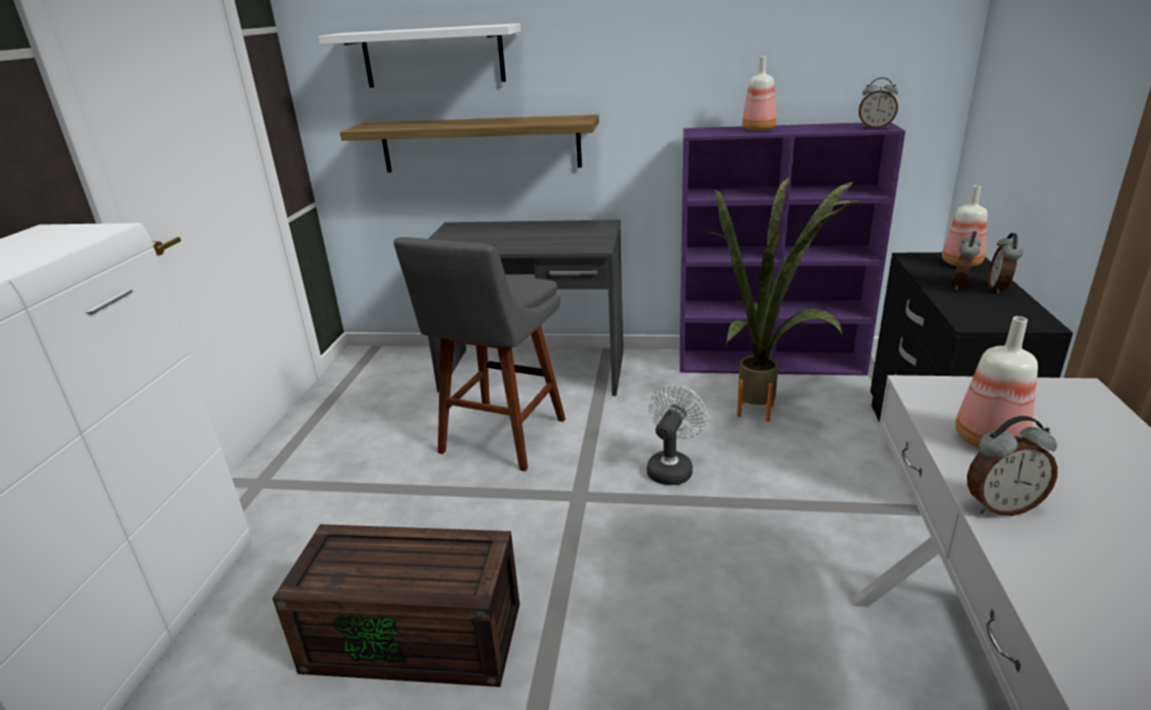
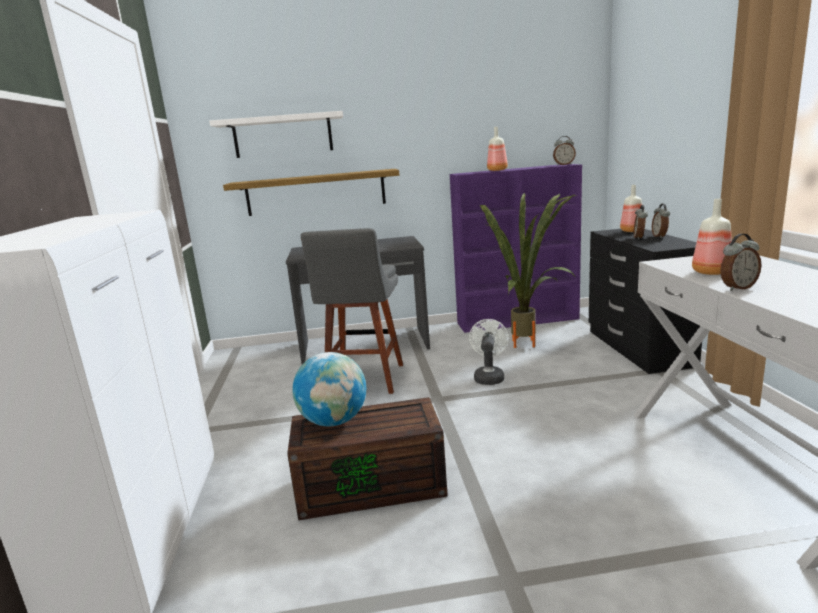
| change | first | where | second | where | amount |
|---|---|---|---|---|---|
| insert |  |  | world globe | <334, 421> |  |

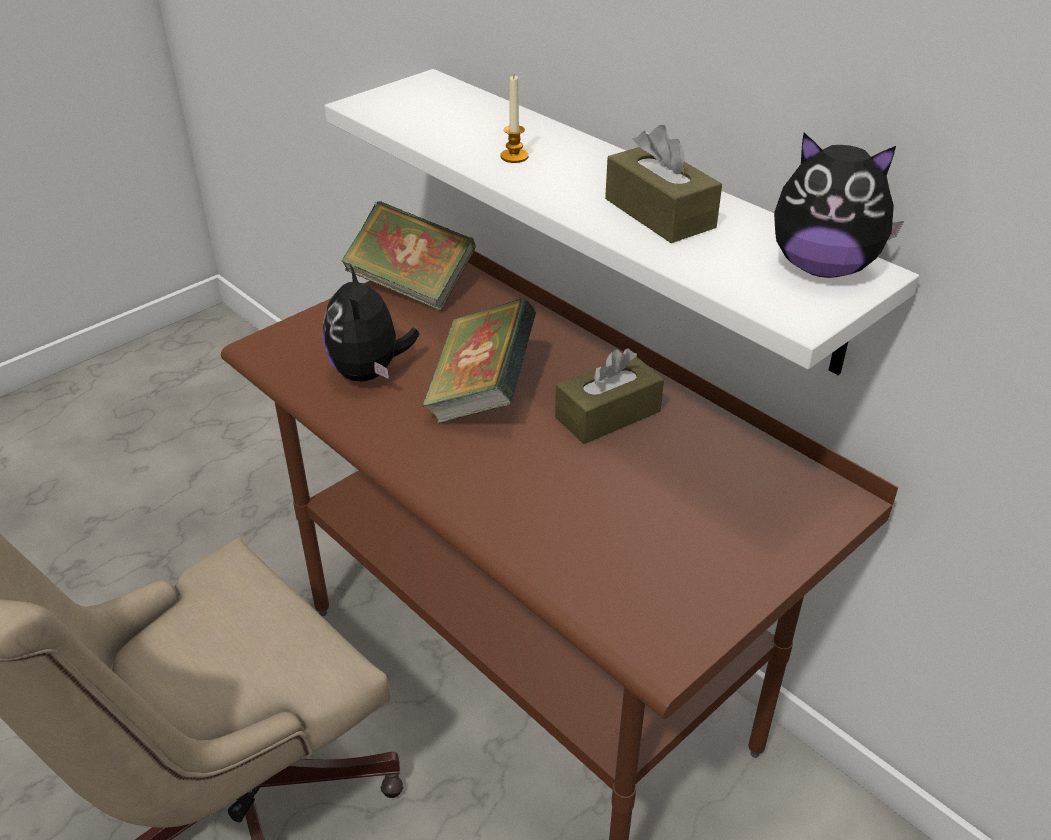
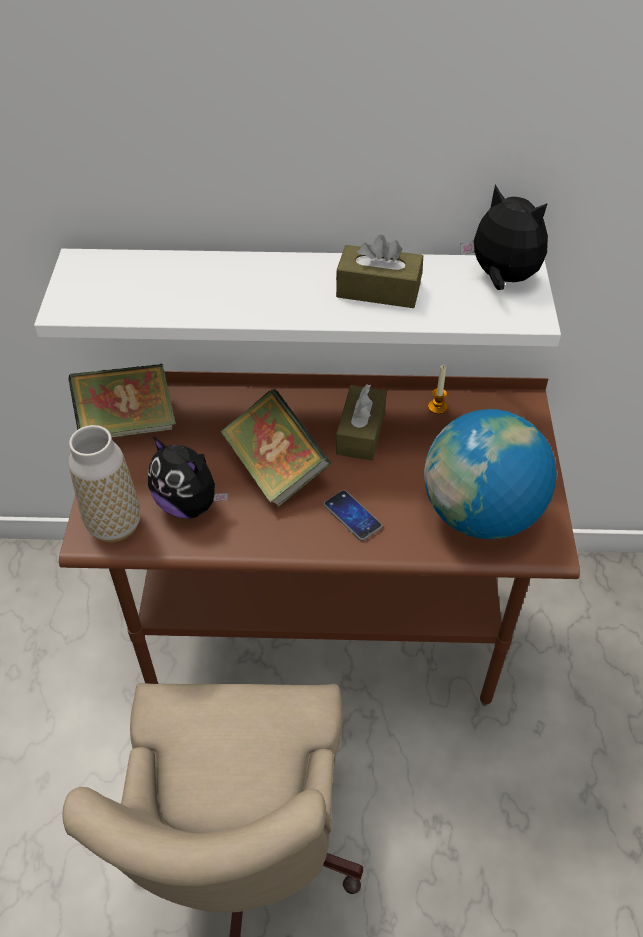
| change | first | where | second | where | amount |
|---|---|---|---|---|---|
| move | wax light | <514, 156> |  | <437, 407> |  |
| rotate | plush toy | <823, 268> |  | <501, 279> | 120 degrees counterclockwise |
| insert |  |  | vase | <114, 525> |  |
| insert |  |  | phone | <352, 516> |  |
| insert |  |  | world globe | <480, 514> |  |

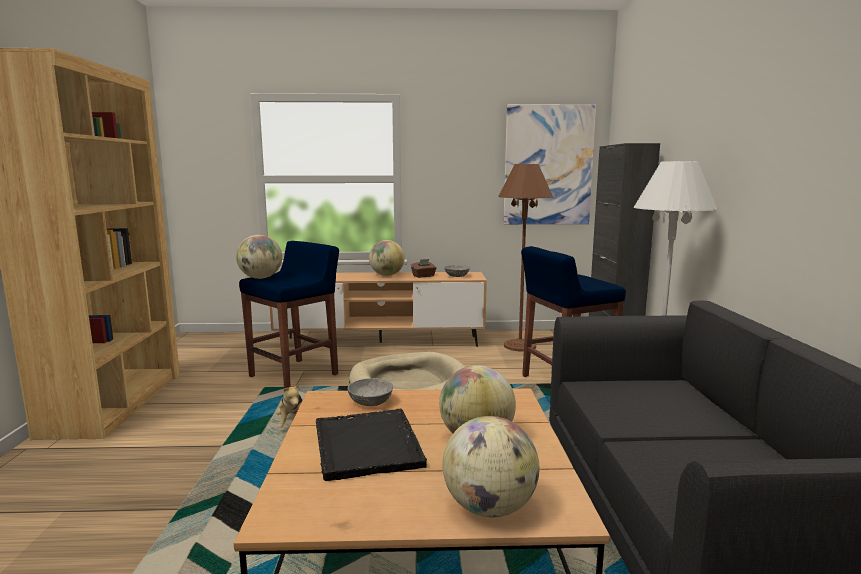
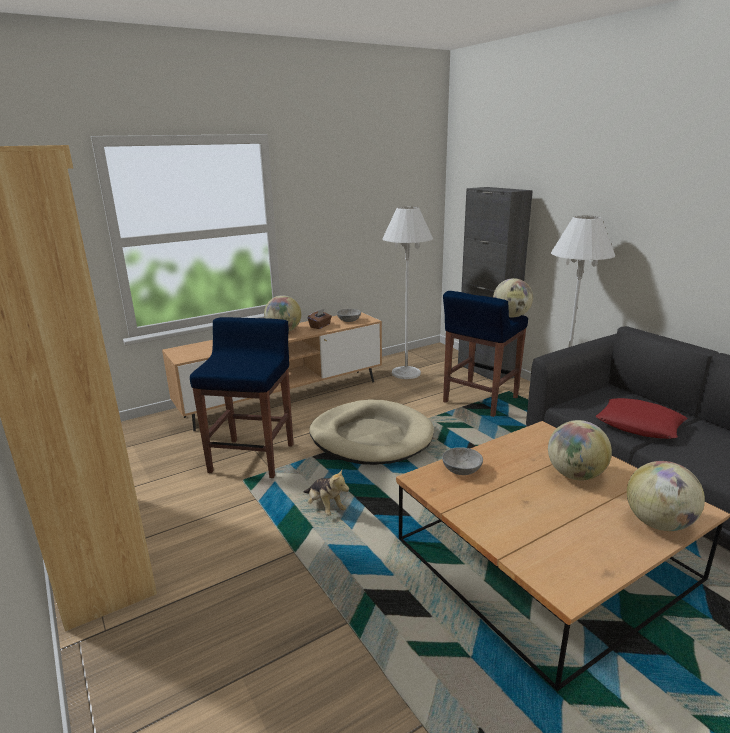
| change | first | where | second | where | amount |
|---|---|---|---|---|---|
| move | world globe | <260, 278> |  | <511, 316> |  |
| delete | tray (blackish) | <367, 445> |  |  |  |
| recolor | floor lamp (brownish) | <519, 346> | floor lamp (whitish) | <406, 373> |  |
| delete | wall picture | <548, 165> |  |  |  |
| insert |  |  | cushion (reddish) | <639, 425> |  |

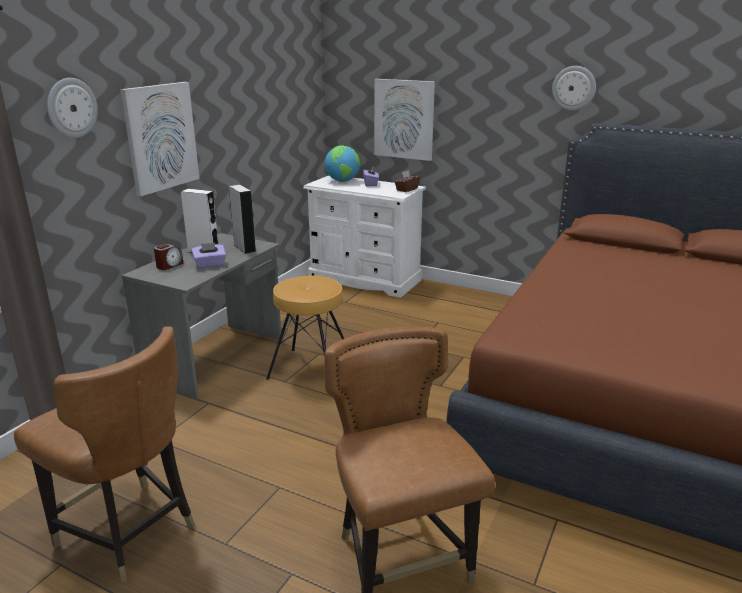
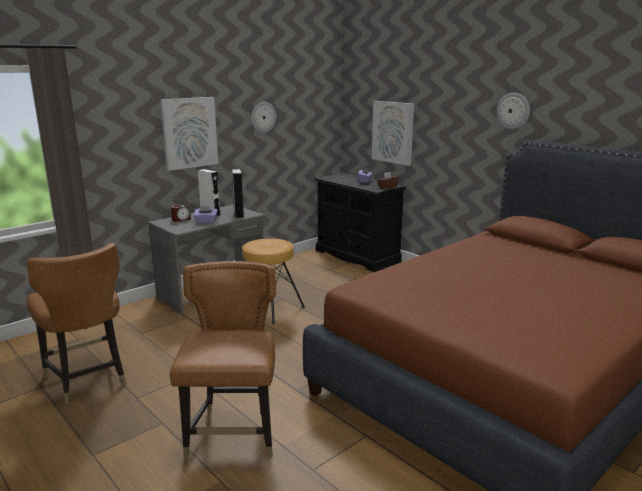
| change | first | where | second | where | amount |
|---|---|---|---|---|---|
| move | wall clock | <71, 108> |  | <263, 117> |  |
| recolor | dresser (whitish) | <365, 279> | dresser (blackish) | <357, 256> |  |
| delete | world globe | <342, 181> |  |  |  |

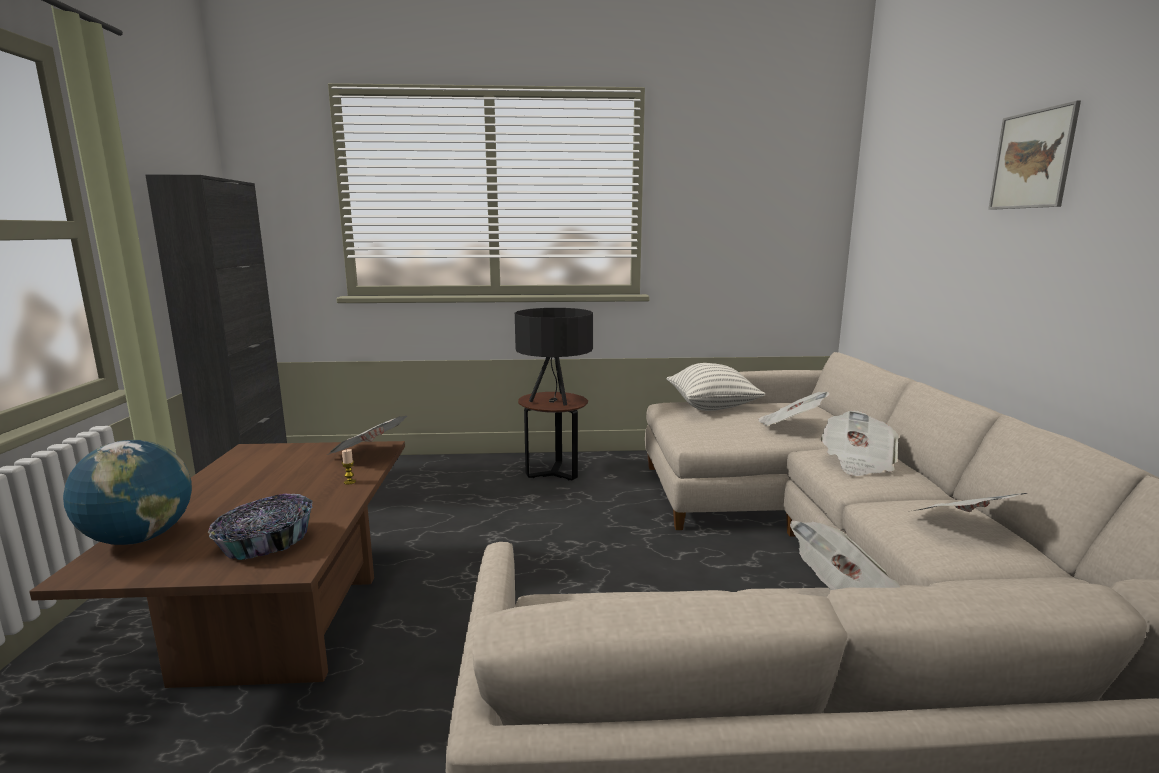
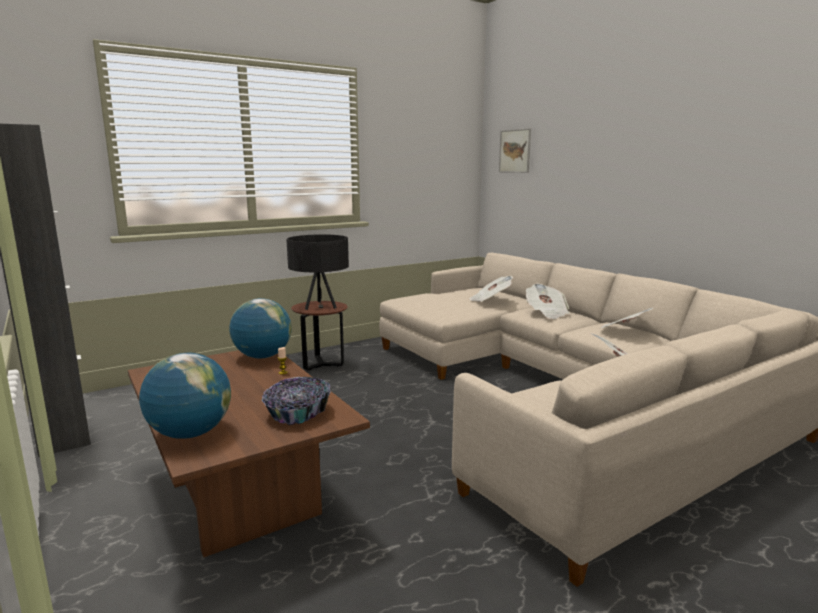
| change | first | where | second | where | amount |
|---|---|---|---|---|---|
| replace | newspaper | <369, 455> | world globe | <262, 356> |  |
| delete | cushion | <712, 407> |  |  |  |
| move | wall picture | <1032, 160> |  | <515, 151> |  |

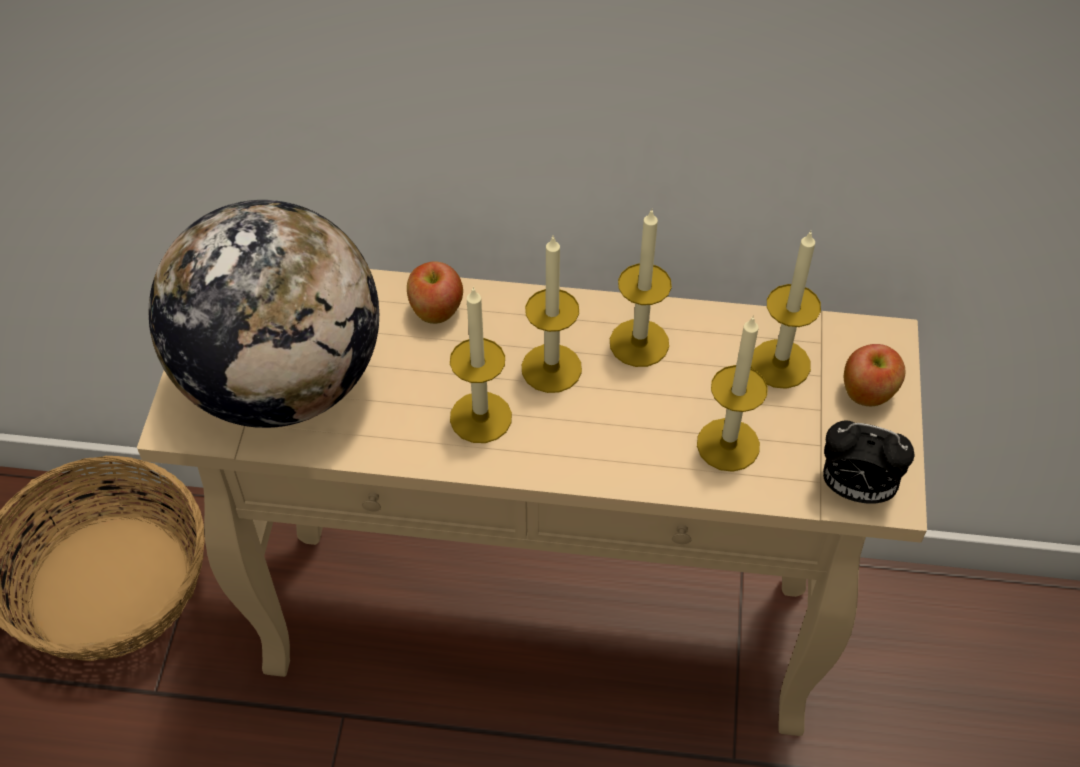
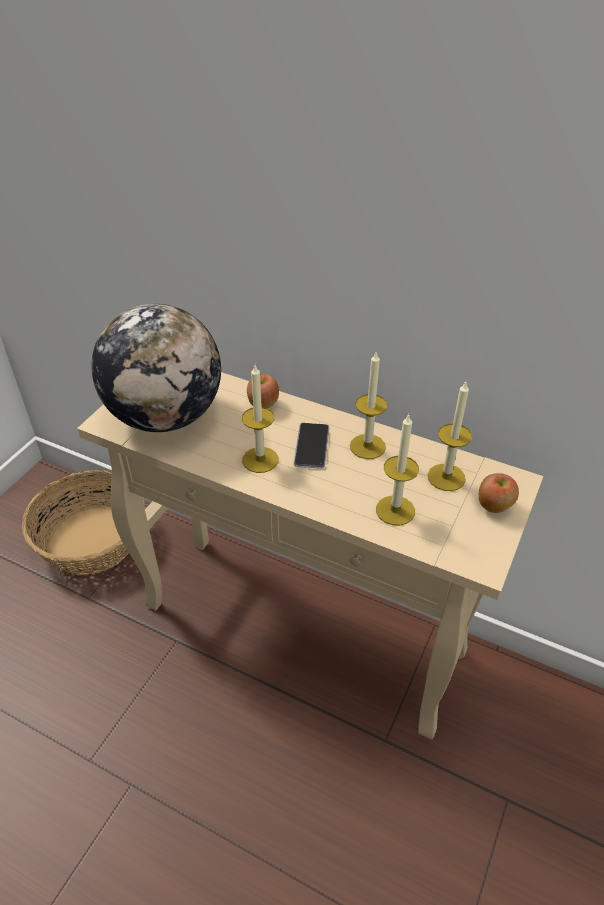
| change | first | where | second | where | amount |
|---|---|---|---|---|---|
| replace | wax light | <551, 368> | phone | <311, 446> |  |
| delete | alarm clock | <854, 489> |  |  |  |

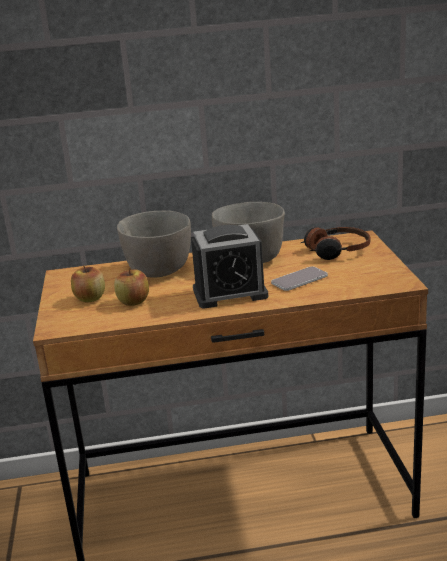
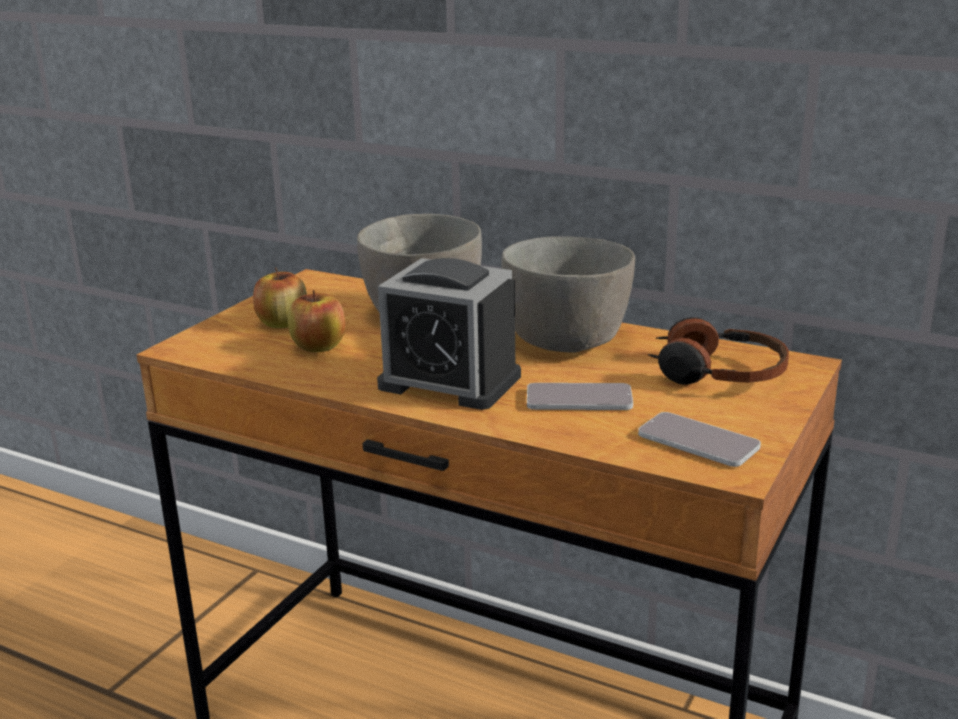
| change | first | where | second | where | amount |
|---|---|---|---|---|---|
| insert |  |  | phone | <698, 441> |  |

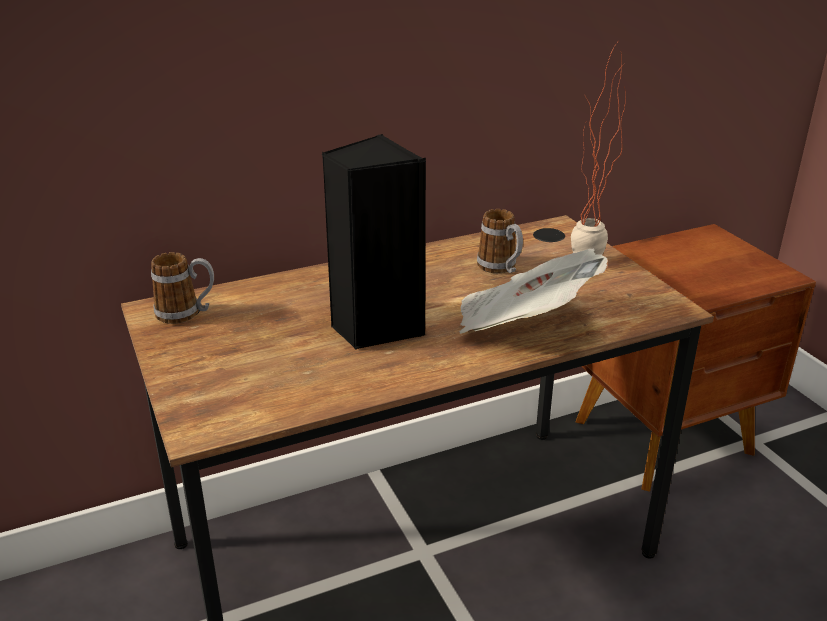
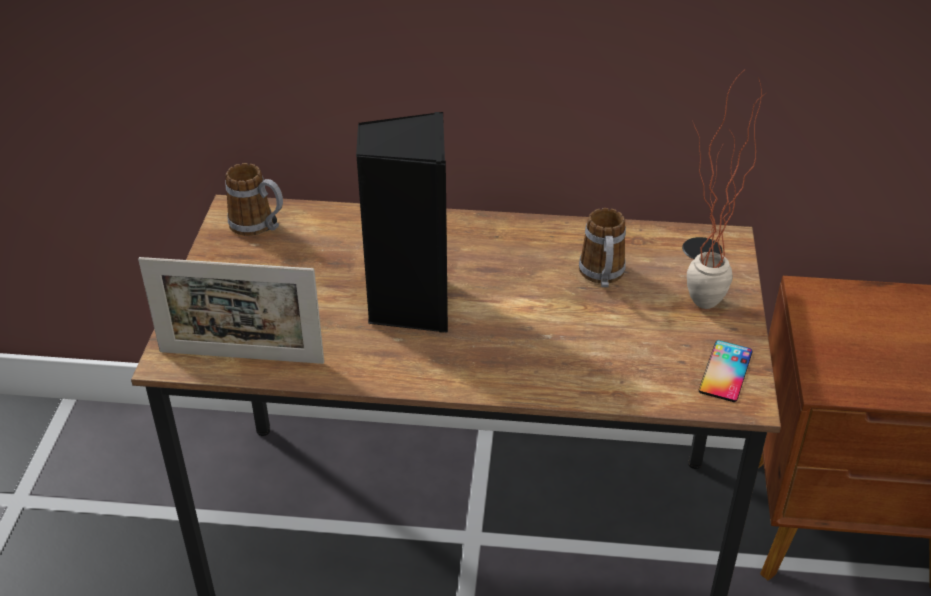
| change | first | where | second | where | amount |
|---|---|---|---|---|---|
| delete | newspaper | <522, 324> |  |  |  |
| insert |  |  | picture frame | <241, 357> |  |
| insert |  |  | phone | <725, 371> |  |

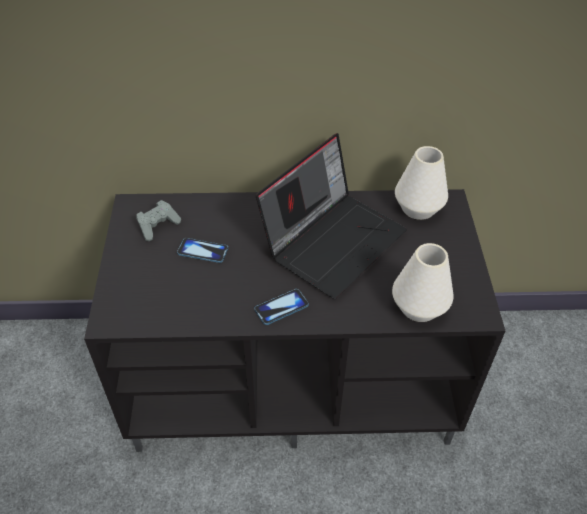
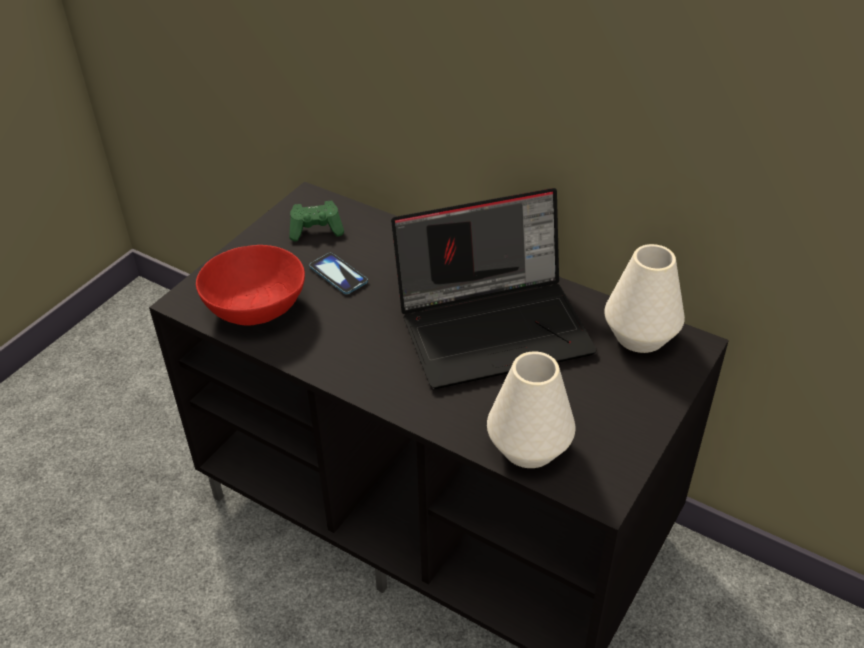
| change | first | where | second | where | amount |
|---|---|---|---|---|---|
| recolor | game controller (greyish) | <158, 226> | game controller (green) | <316, 230> |  |
| delete | phone | <281, 307> |  |  |  |
| insert |  |  | serving bowl (reddish) | <255, 306> |  |

